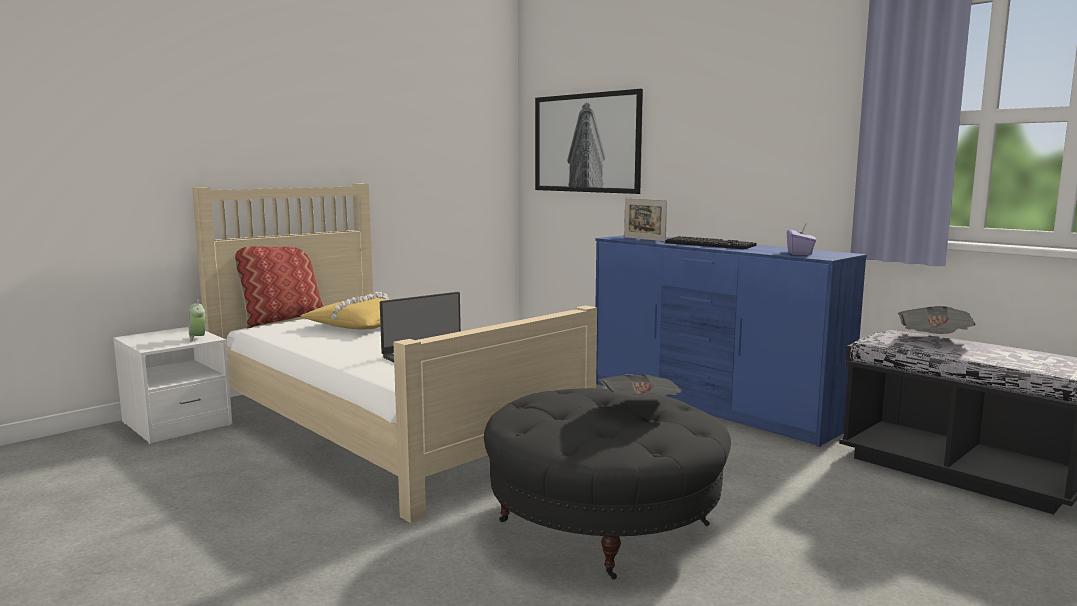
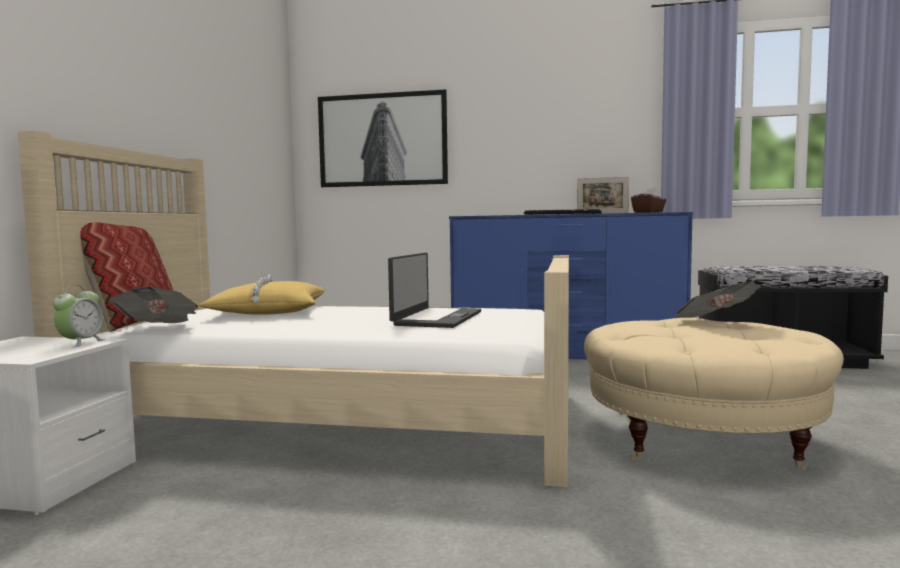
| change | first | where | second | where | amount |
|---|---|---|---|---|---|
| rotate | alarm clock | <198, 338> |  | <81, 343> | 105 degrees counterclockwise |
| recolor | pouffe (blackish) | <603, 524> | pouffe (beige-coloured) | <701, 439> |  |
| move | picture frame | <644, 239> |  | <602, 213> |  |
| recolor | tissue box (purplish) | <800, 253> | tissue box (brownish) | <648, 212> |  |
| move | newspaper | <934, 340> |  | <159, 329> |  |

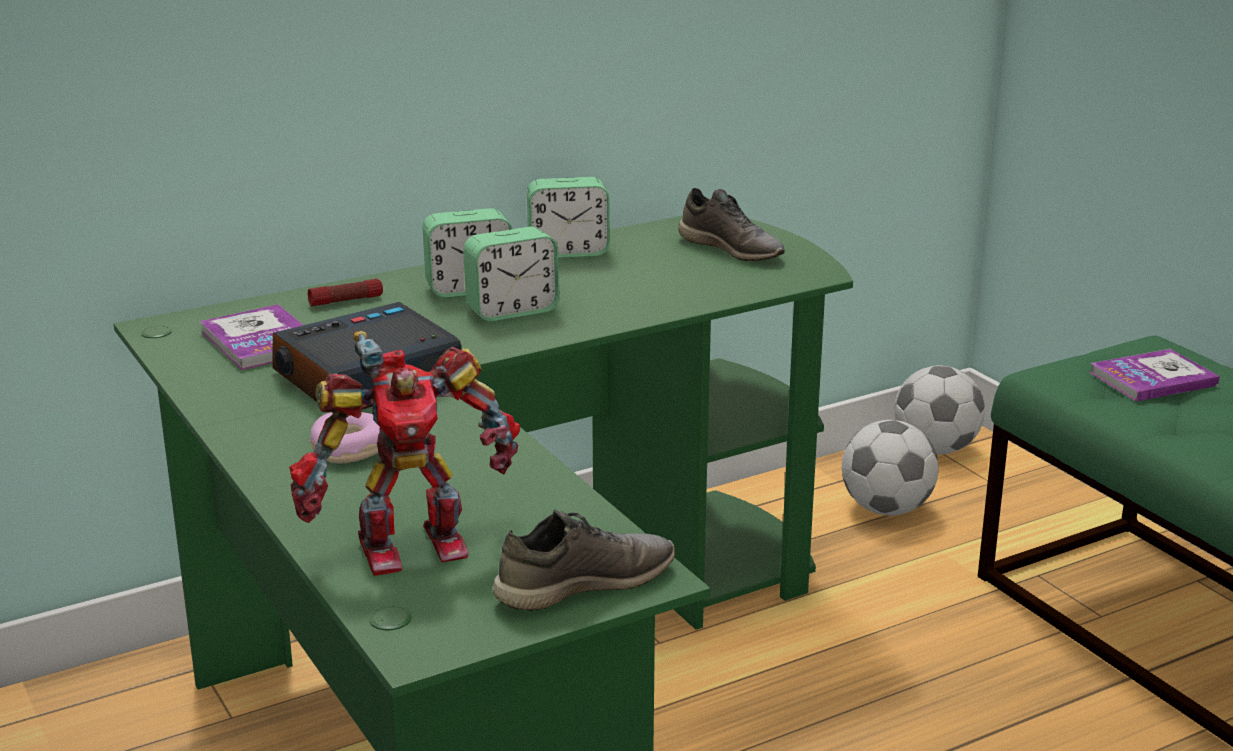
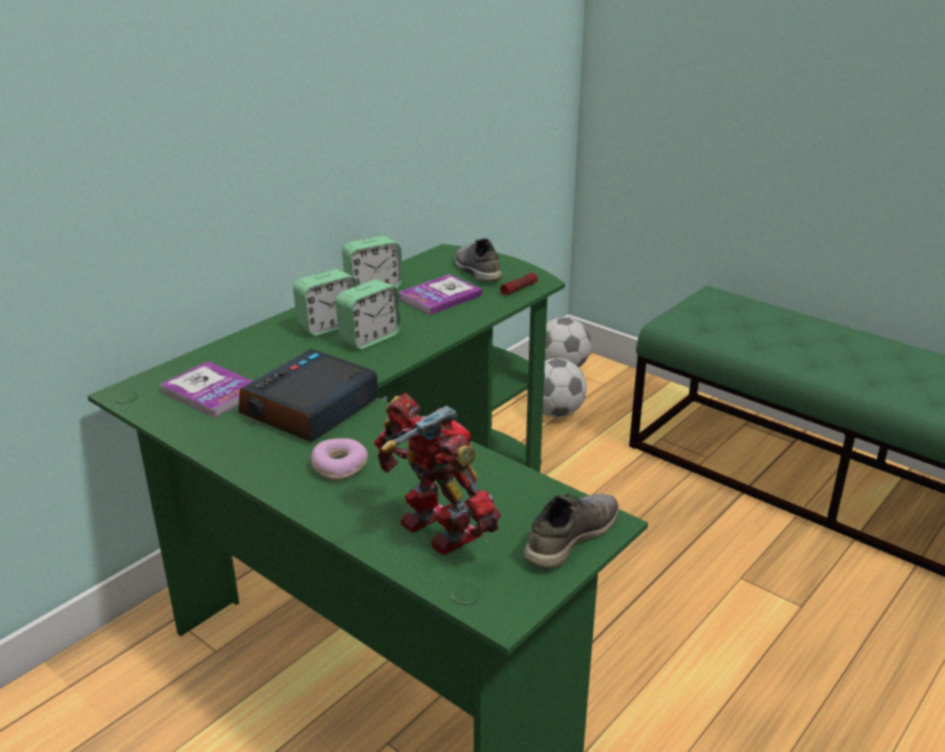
| change | first | where | second | where | amount |
|---|---|---|---|---|---|
| rotate | robot figure | <409, 544> |  | <436, 533> | 90 degrees counterclockwise |
| move | flashlight | <346, 301> |  | <519, 289> |  |
| rotate | low shoe (greyish) | <732, 249> |  | <476, 271> | 135 degrees counterclockwise |
| move | bound book | <1153, 379> |  | <440, 297> |  |

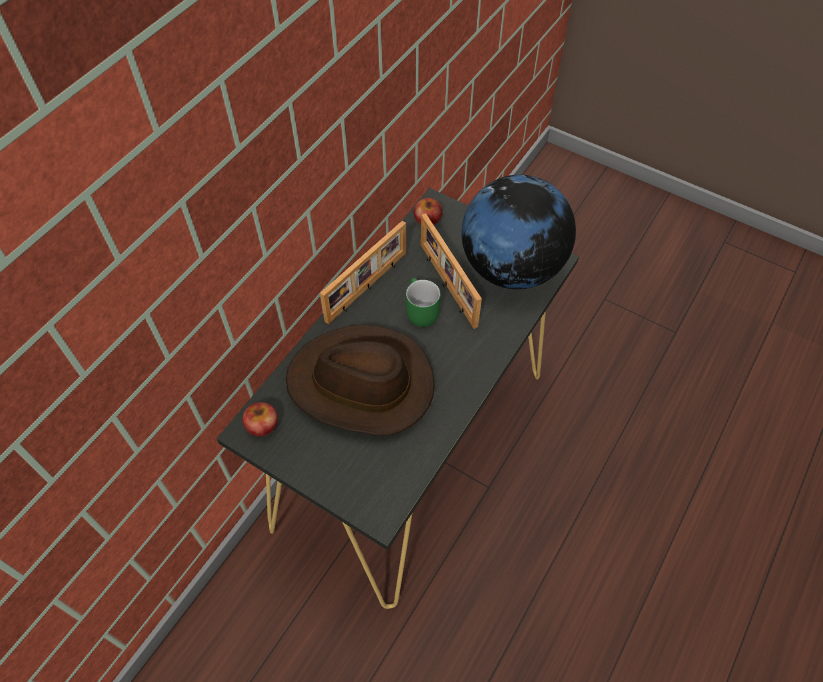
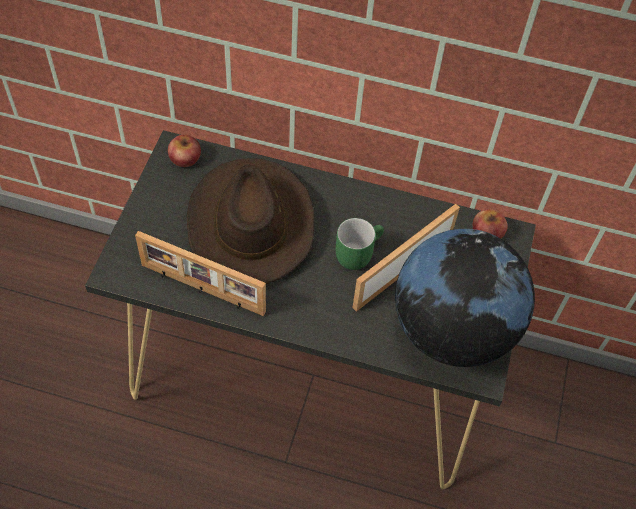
| change | first | where | second | where | amount |
|---|---|---|---|---|---|
| move | picture frame | <368, 287> |  | <202, 290> |  |

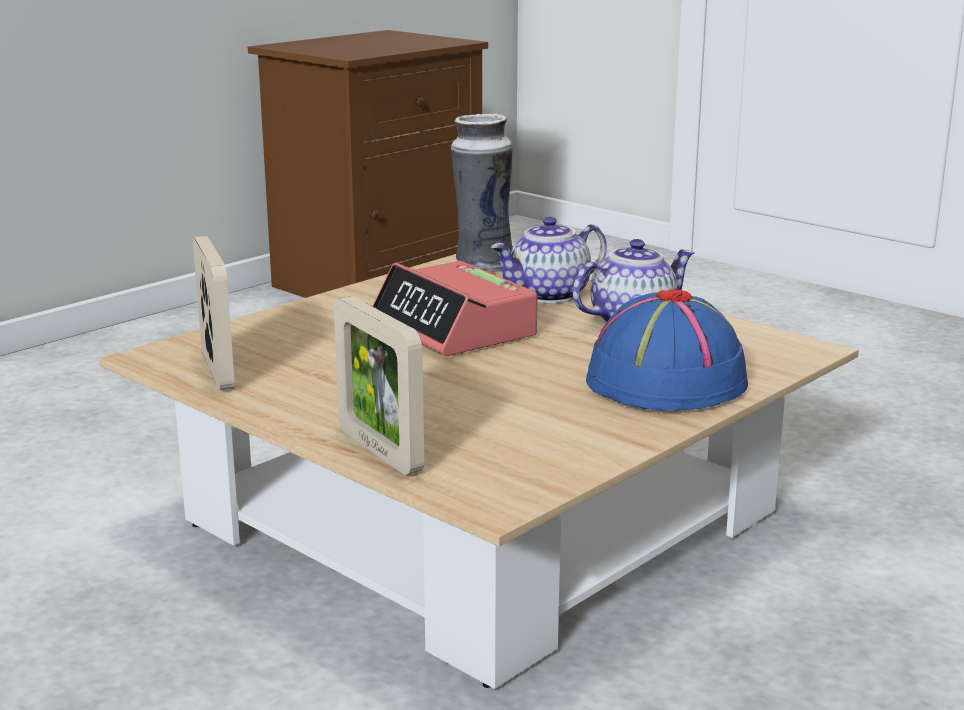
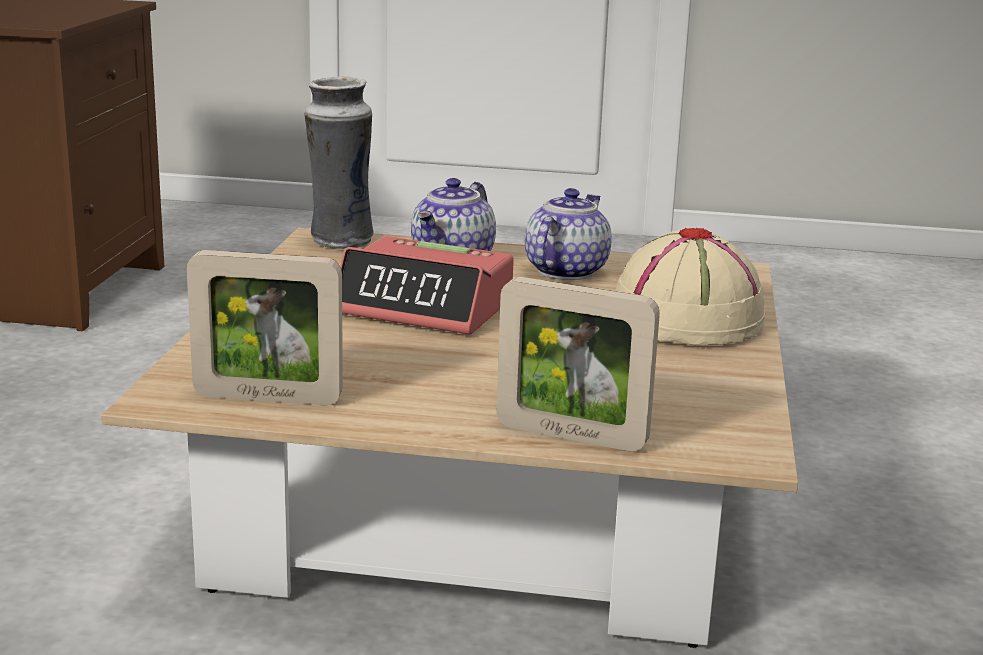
| change | first | where | second | where | amount |
|---|---|---|---|---|---|
| rotate | picture frame | <217, 370> |  | <268, 398> | 150 degrees clockwise |
| recolor | wearable hat (blue) | <665, 383> | wearable hat (beige-coloured) | <687, 320> |  |

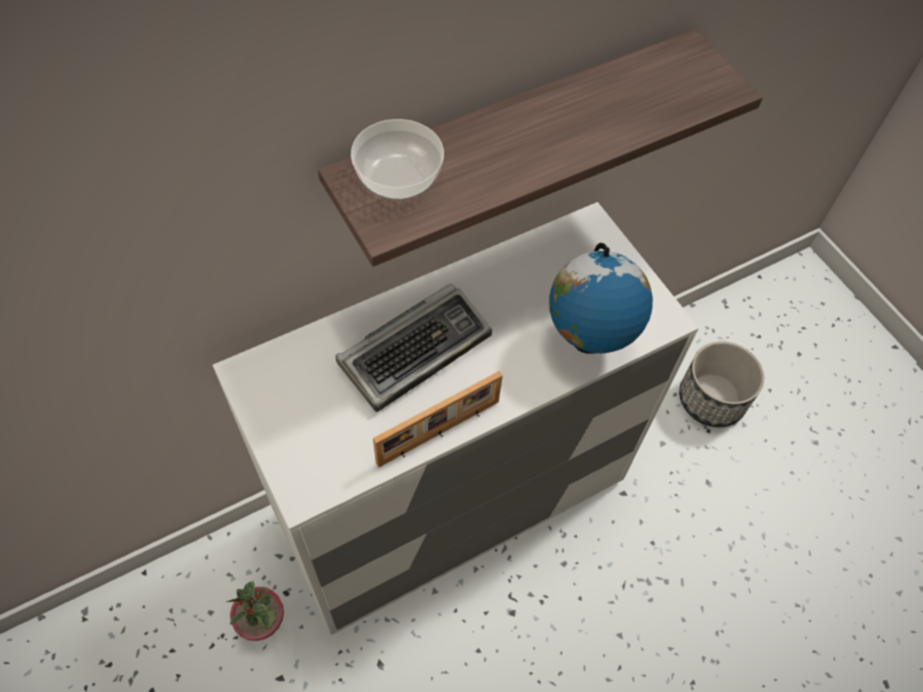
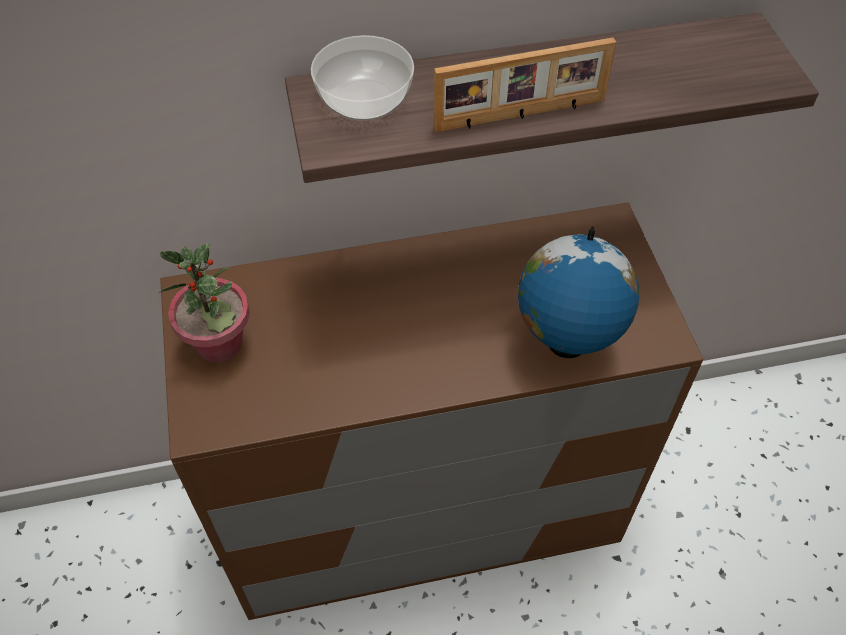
| change | first | where | second | where | amount |
|---|---|---|---|---|---|
| recolor | dresser (whitish) | <451, 497> | dresser (brownish) | <423, 511> |  |
| move | plant in a pot | <263, 623> |  | <220, 344> |  |
| delete | PC keyboard | <416, 350> |  |  |  |
| move | picture frame | <439, 433> |  | <520, 115> |  |
| delete | flower pot | <711, 399> |  |  |  |

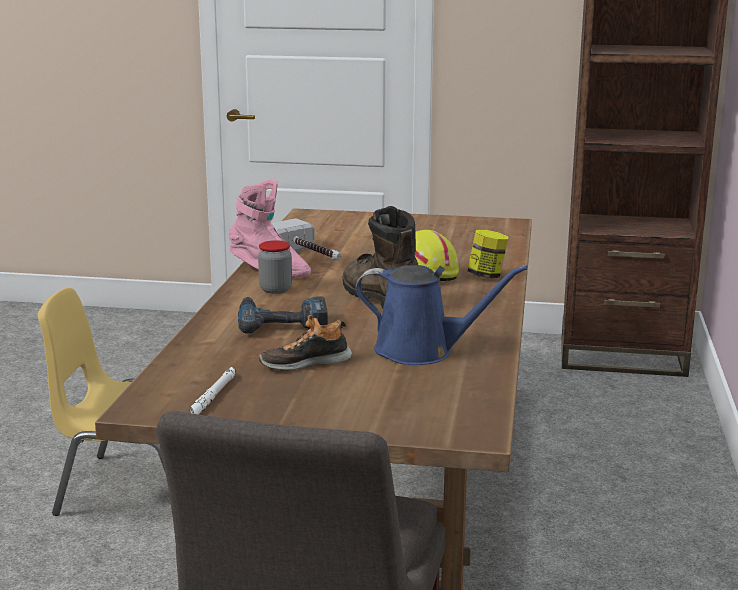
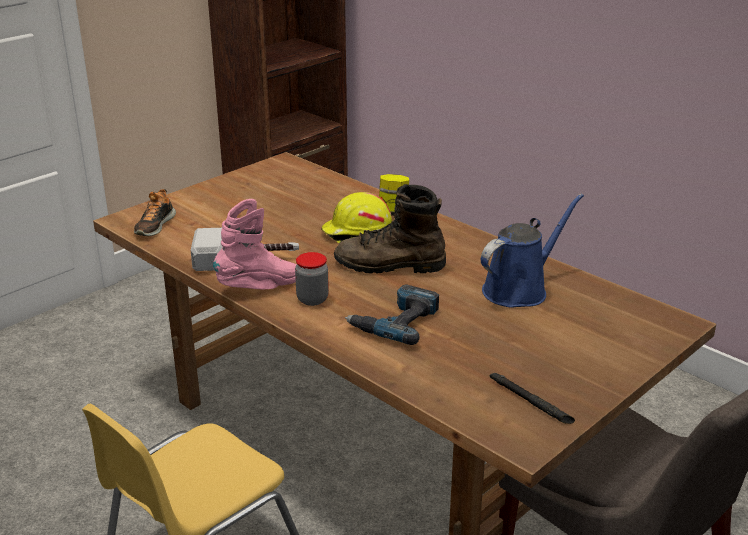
| change | first | where | second | where | amount |
|---|---|---|---|---|---|
| recolor | flashlight (whitish) | <213, 397> | flashlight (blackish) | <530, 401> |  |
| move | low shoe | <305, 363> |  | <154, 226> |  |

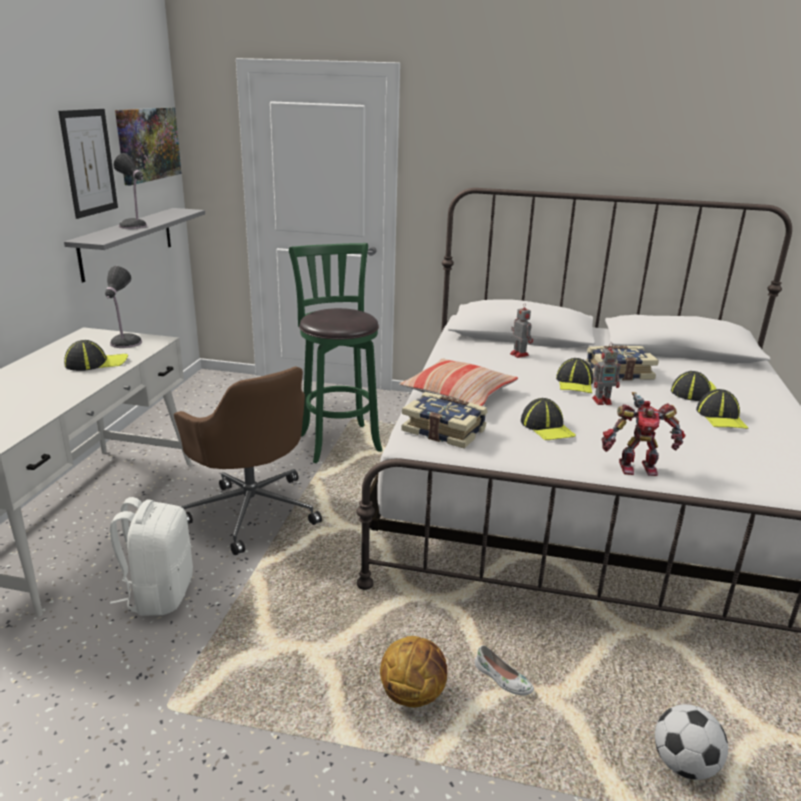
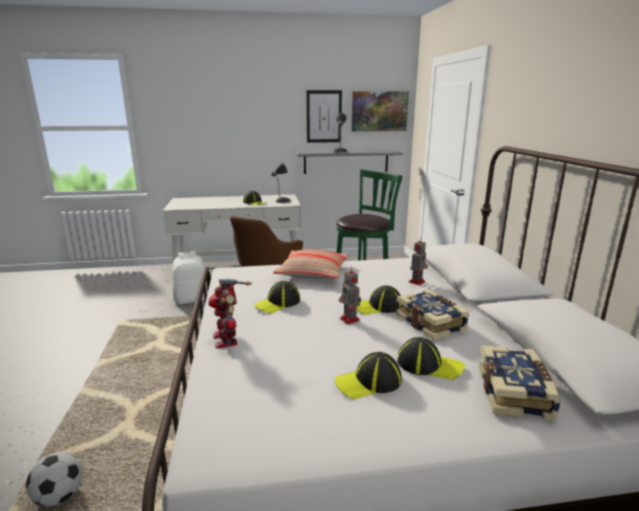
| change | first | where | second | where | amount |
|---|---|---|---|---|---|
| delete | ball for basketball | <413, 694> |  |  |  |
| move | bound book | <444, 430> |  | <515, 393> |  |
| delete | low shoe (whitish) | <502, 679> |  |  |  |

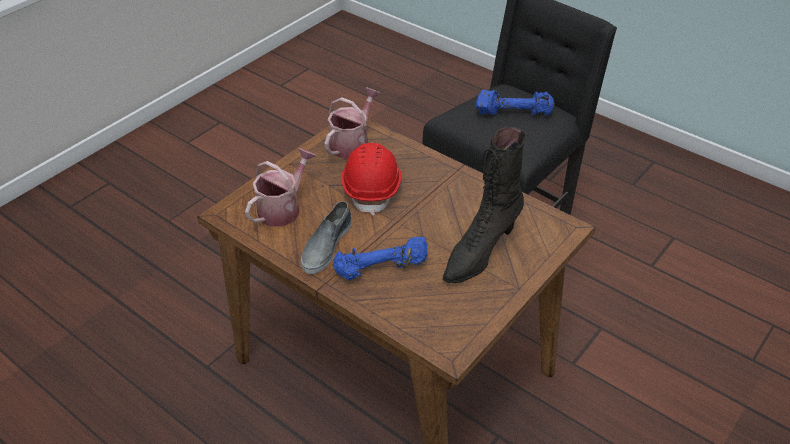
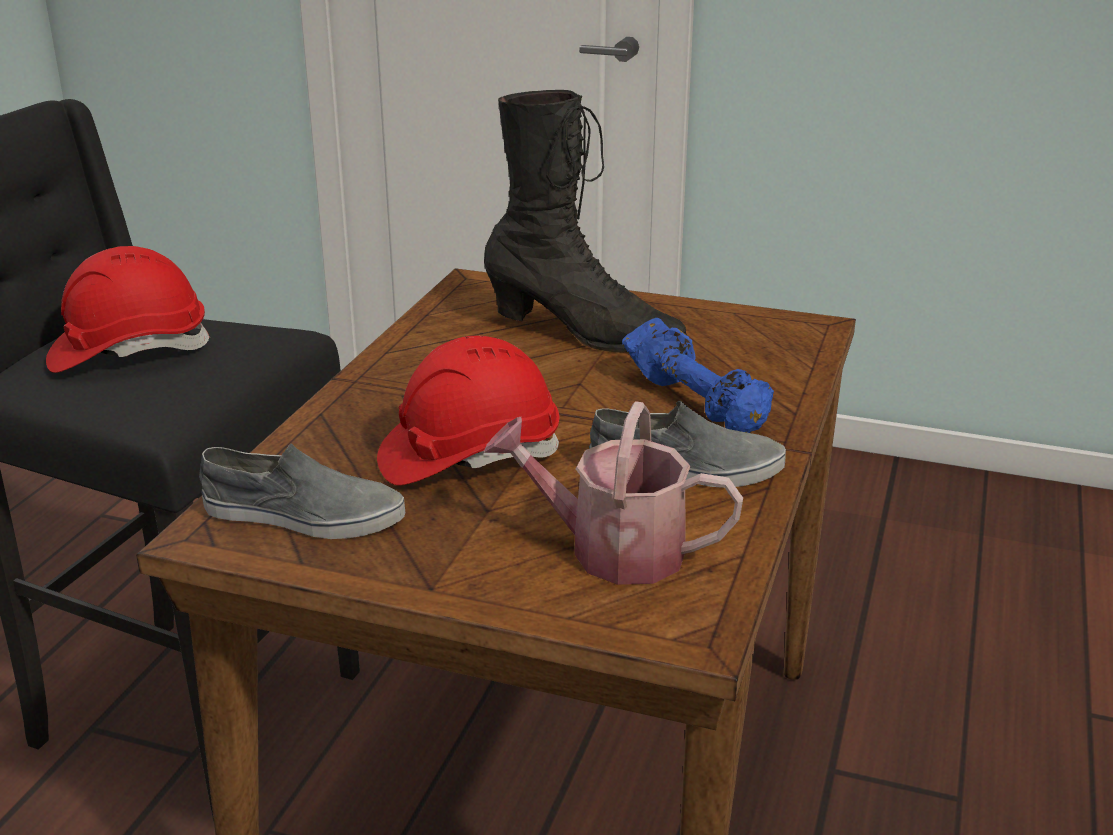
| change | first | where | second | where | amount |
|---|---|---|---|---|---|
| replace | sprinkling can | <352, 143> | low shoe (greyish) | <302, 515> |  |
| replace | free weight (blue) | <513, 113> | safety helmet (reddish) | <129, 351> |  |

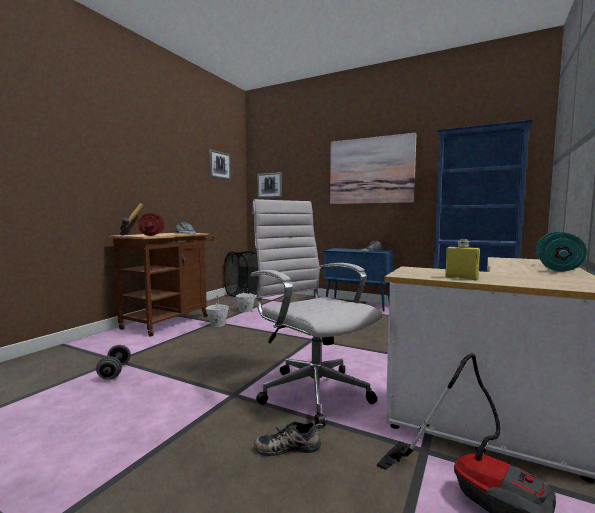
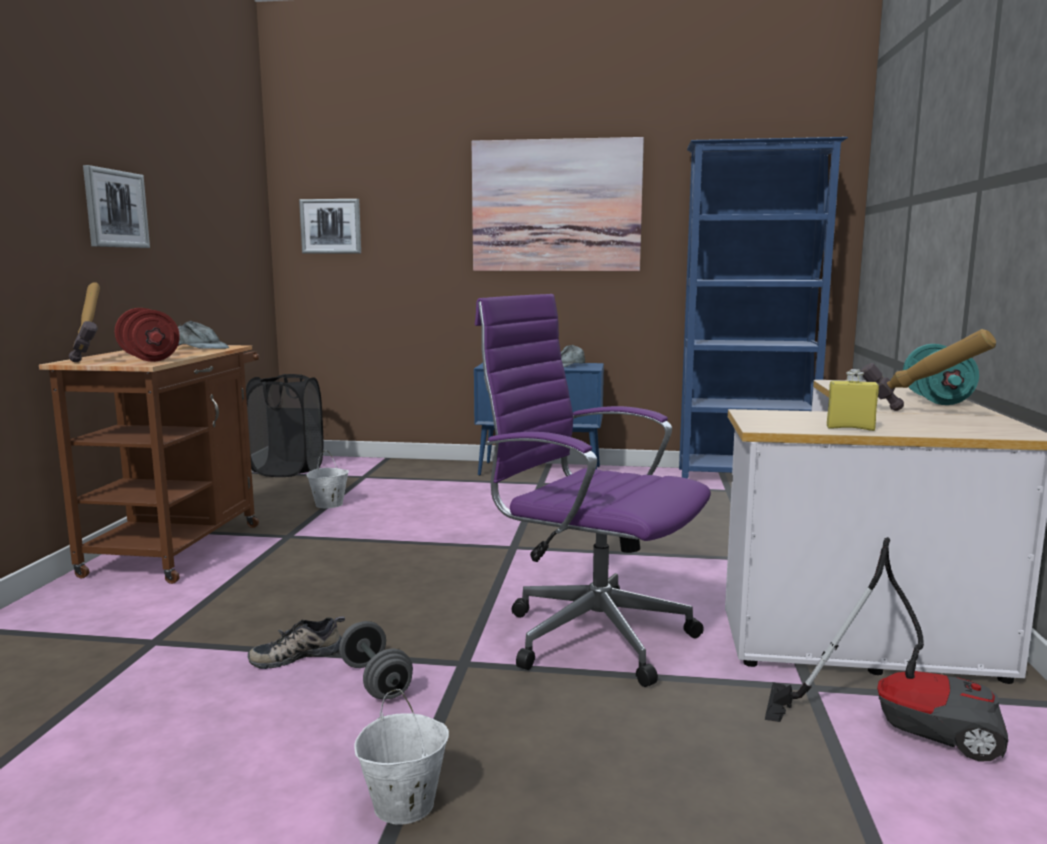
| change | first | where | second | where | amount |
|---|---|---|---|---|---|
| move | free weight (greyish) | <114, 372> |  | <376, 681> |  |
| move | pail (whitish) | <217, 324> |  | <403, 805> |  |
| move | wall picture | <219, 165> |  | <115, 209> |  |
| recolor | desk chair (whitish) | <311, 391> | desk chair (purplish) | <589, 635> |  |
| move | low shoe | <288, 446> |  | <297, 654> |  |
| insert |  |  | hand hammer | <917, 417> |  |

